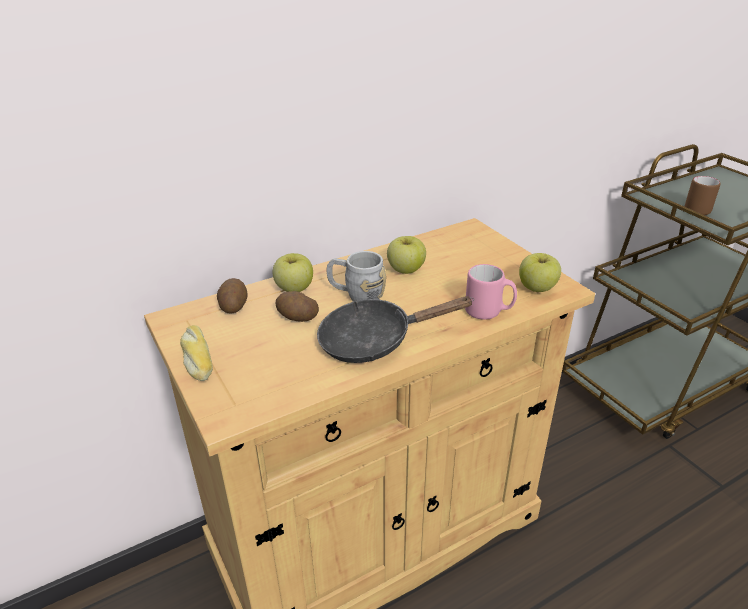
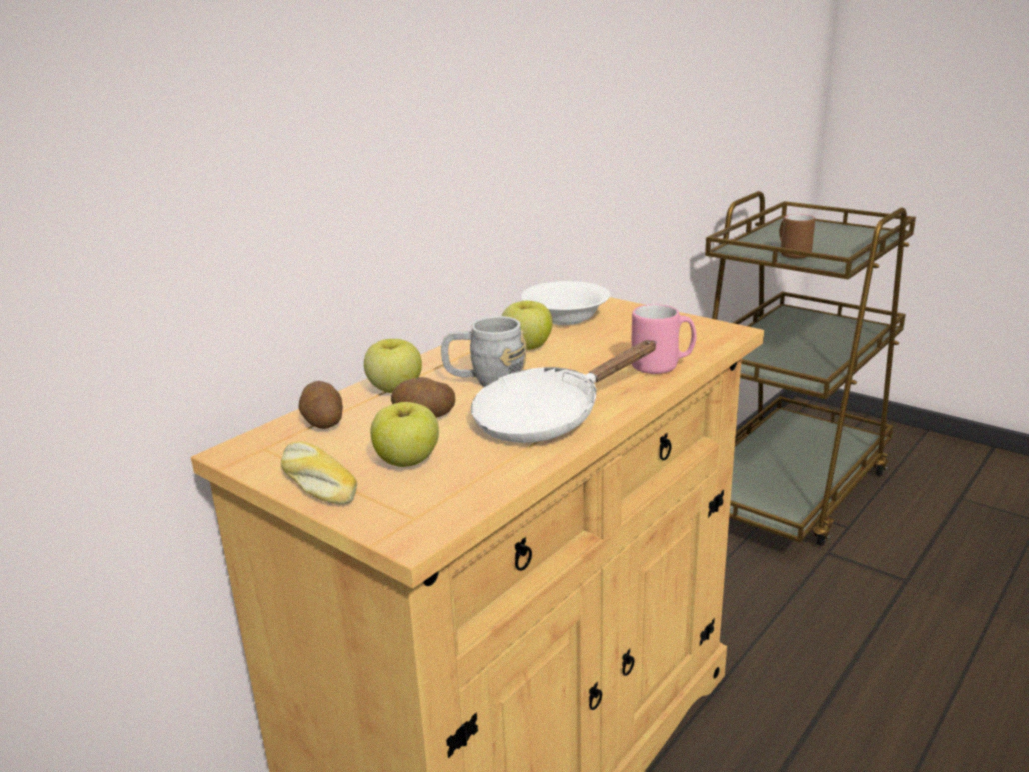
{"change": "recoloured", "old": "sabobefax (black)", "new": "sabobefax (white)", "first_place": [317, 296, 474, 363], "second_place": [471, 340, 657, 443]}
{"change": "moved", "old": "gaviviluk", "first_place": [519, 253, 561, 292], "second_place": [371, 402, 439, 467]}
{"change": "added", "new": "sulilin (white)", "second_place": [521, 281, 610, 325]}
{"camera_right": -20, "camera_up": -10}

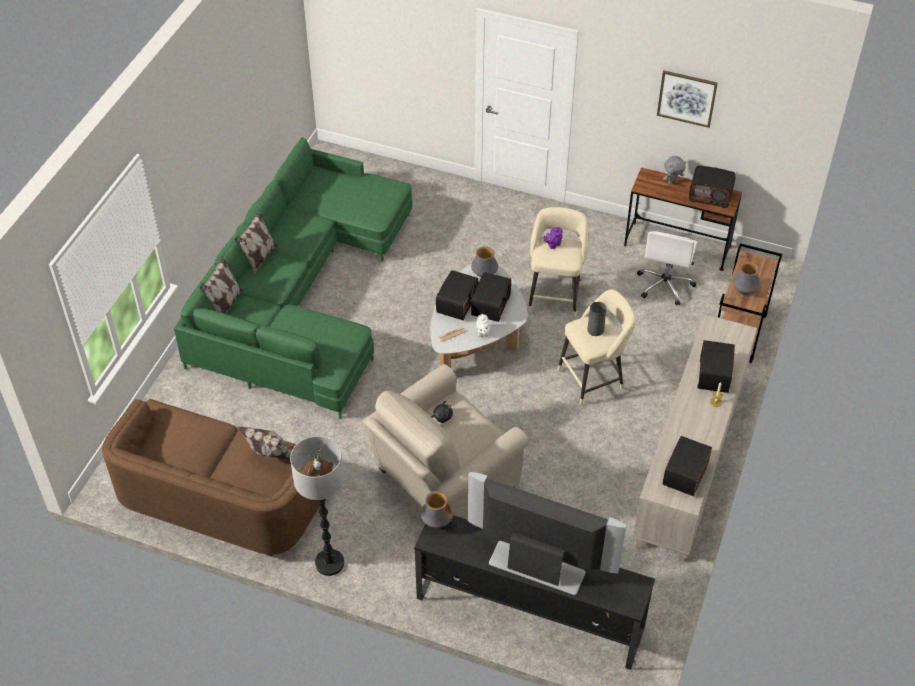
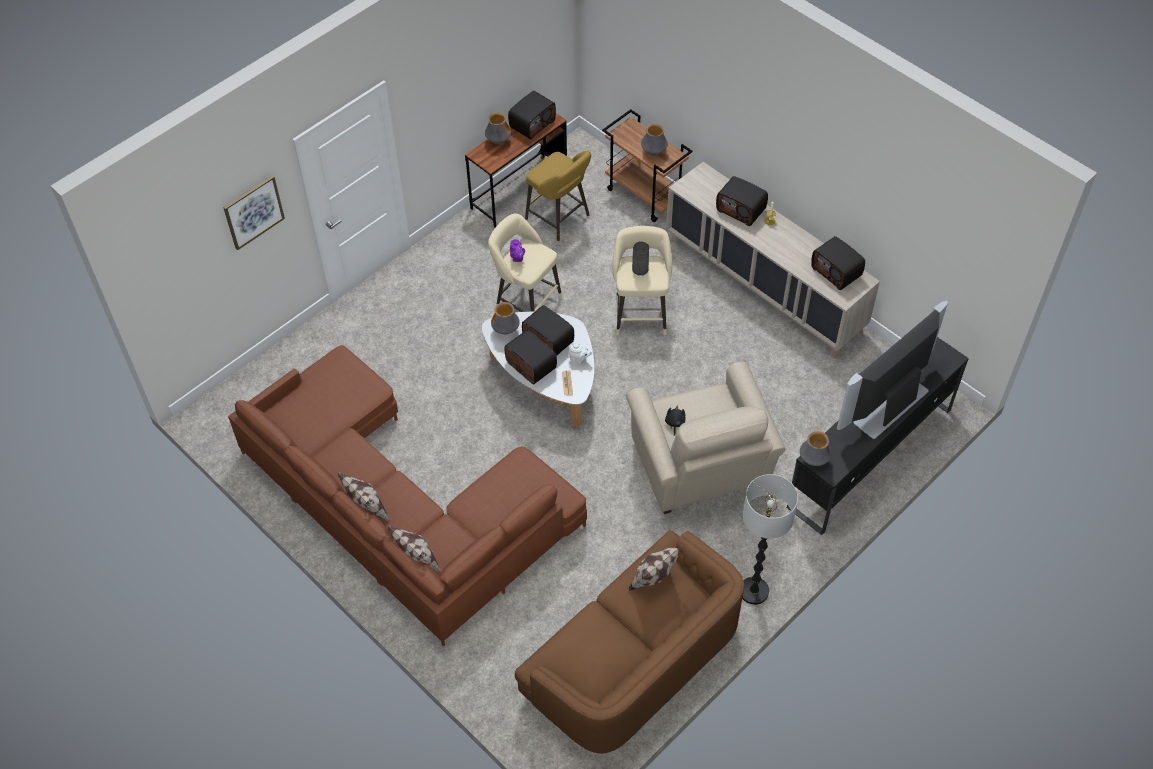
{"change": "recoloured", "old": "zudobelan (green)", "new": "zudobelan (brown)", "first_place": [174, 138, 412, 419], "second_place": [228, 345, 587, 647]}
{"change": "replaced", "old": "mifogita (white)", "new": "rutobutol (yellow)", "first_place": [637, 231, 697, 306], "second_place": [525, 151, 591, 241]}
{"change": "moved", "old": "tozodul", "first_place": [657, 71, 718, 128], "second_place": [223, 175, 285, 250]}
{"change": "replaced", "old": "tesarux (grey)", "new": "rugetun", "first_place": [663, 156, 686, 184], "second_place": [485, 112, 511, 145]}
{"camera_right": -65, "camera_up": 5}

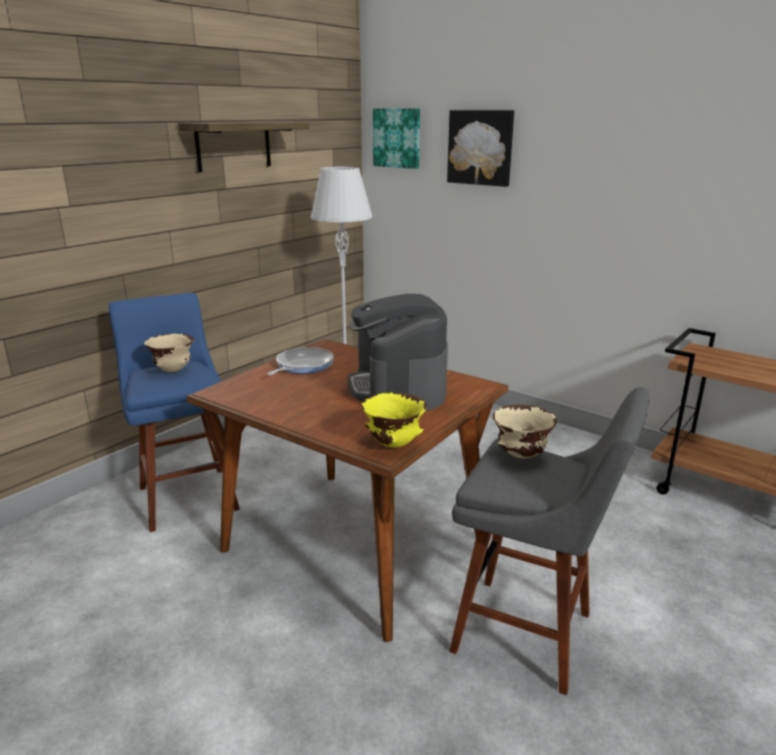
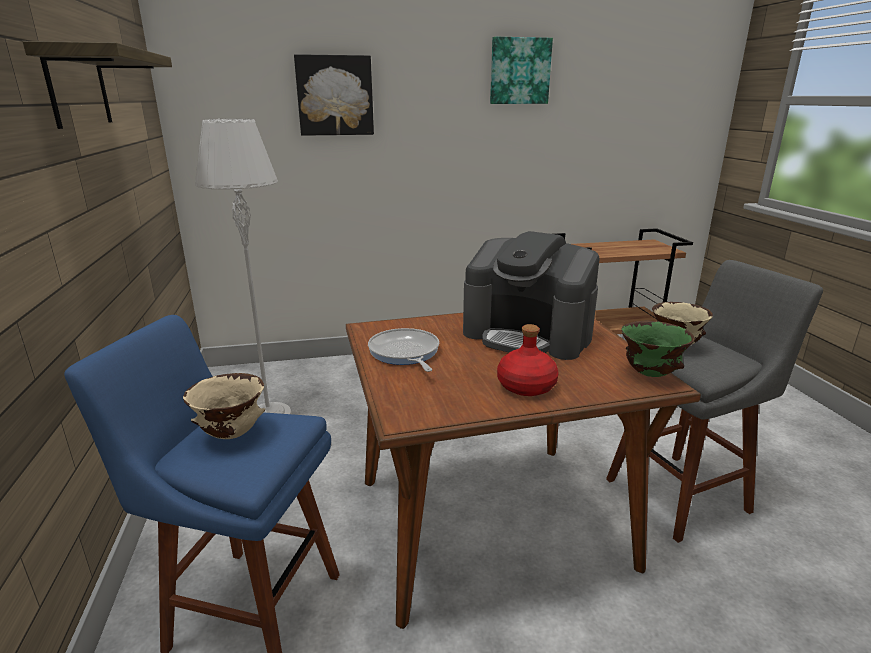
{"change": "recoloured", "old": "sulilin (yellow)", "new": "sulilin (green)", "first_place": [362, 392, 427, 448], "second_place": [621, 321, 695, 377]}
{"change": "moved", "old": "tozodul", "first_place": [373, 108, 420, 169], "second_place": [490, 37, 553, 104]}
{"change": "added", "new": "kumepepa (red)", "second_place": [497, 324, 559, 396]}
{"camera_right": -50, "camera_up": 0}

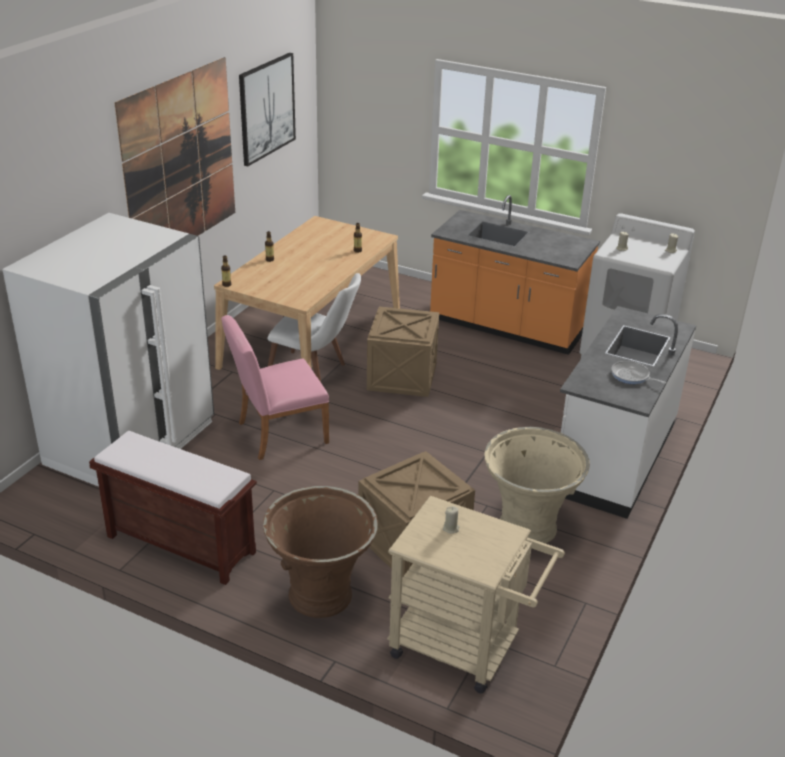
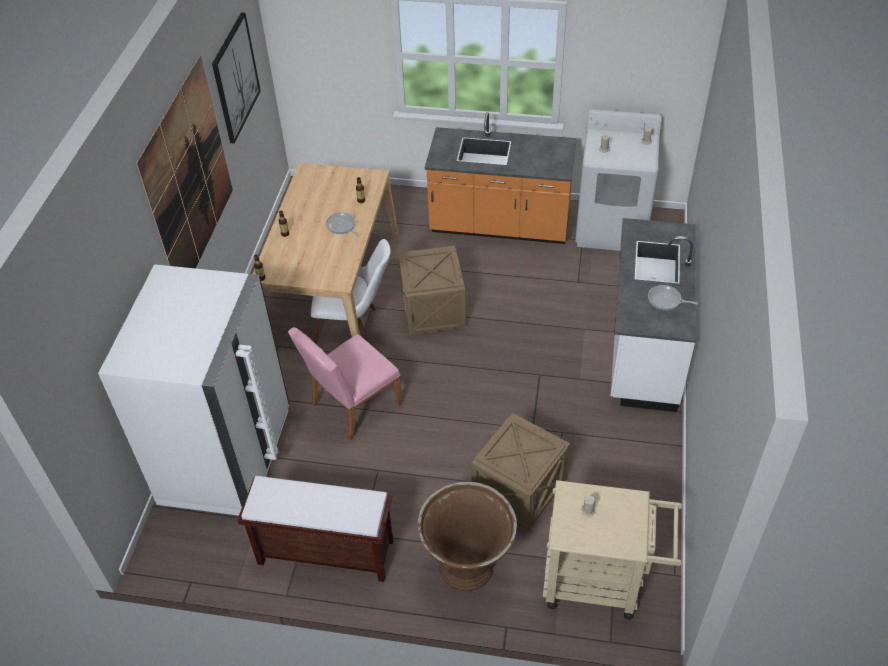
{"change": "removed", "old": "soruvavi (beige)", "first_place": [485, 427, 590, 544]}
{"change": "added", "new": "sabobefax", "second_place": [326, 212, 360, 237]}
{"camera_right": -15, "camera_up": 15}

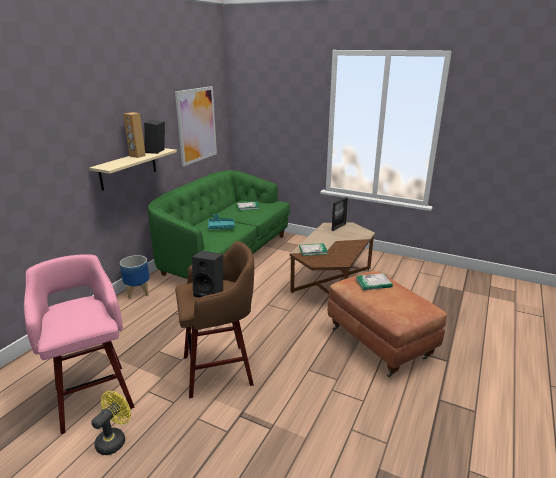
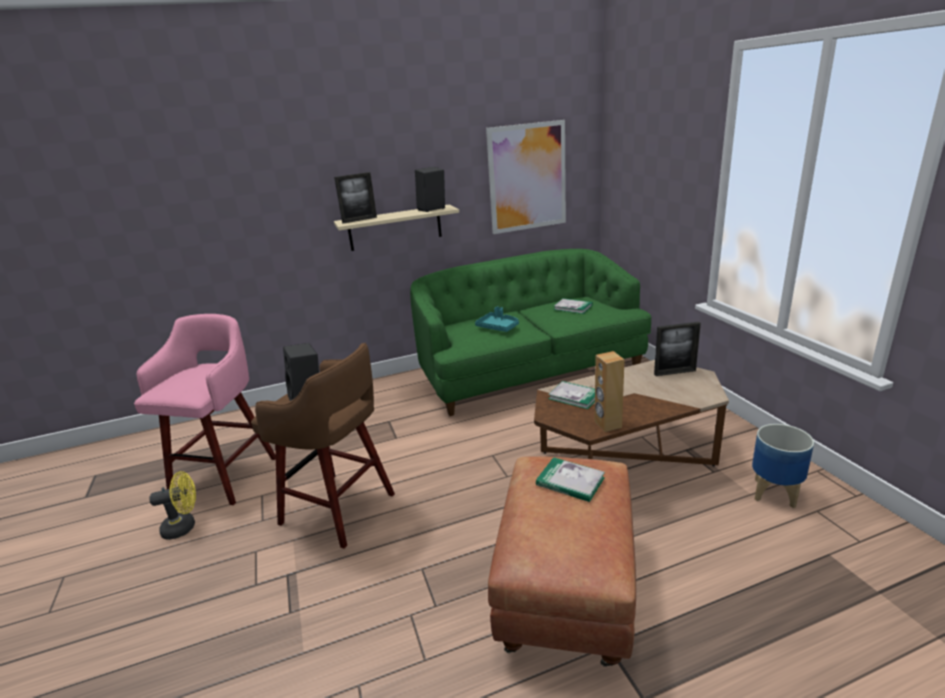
{"change": "moved", "old": "soruvavi", "first_place": [120, 255, 150, 299], "second_place": [752, 424, 814, 508]}
{"change": "moved", "old": "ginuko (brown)", "first_place": [123, 112, 146, 158], "second_place": [595, 351, 625, 432]}
{"change": "added", "new": "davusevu", "second_place": [334, 172, 377, 224]}
{"camera_right": 45, "camera_up": 0}

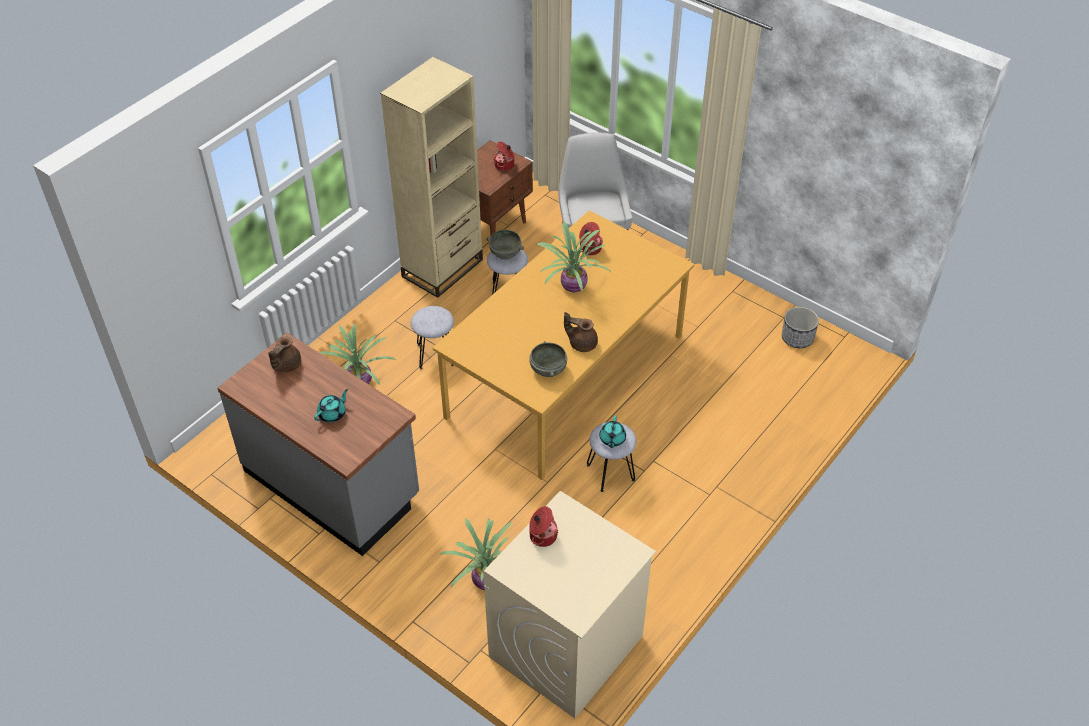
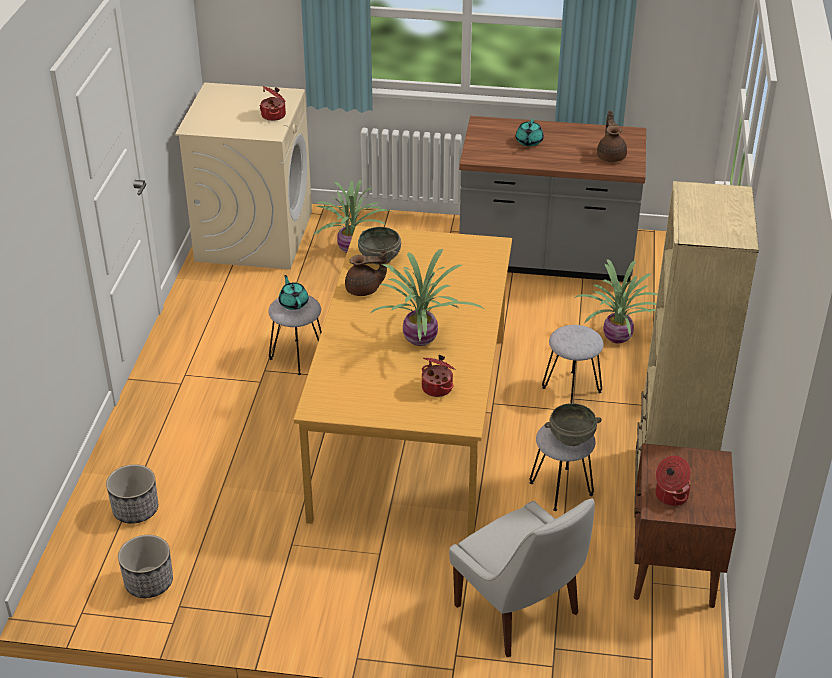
{"change": "added", "new": "soruvavi", "second_place": [106, 464, 158, 524]}
{"camera_right": 150, "camera_up": -10}

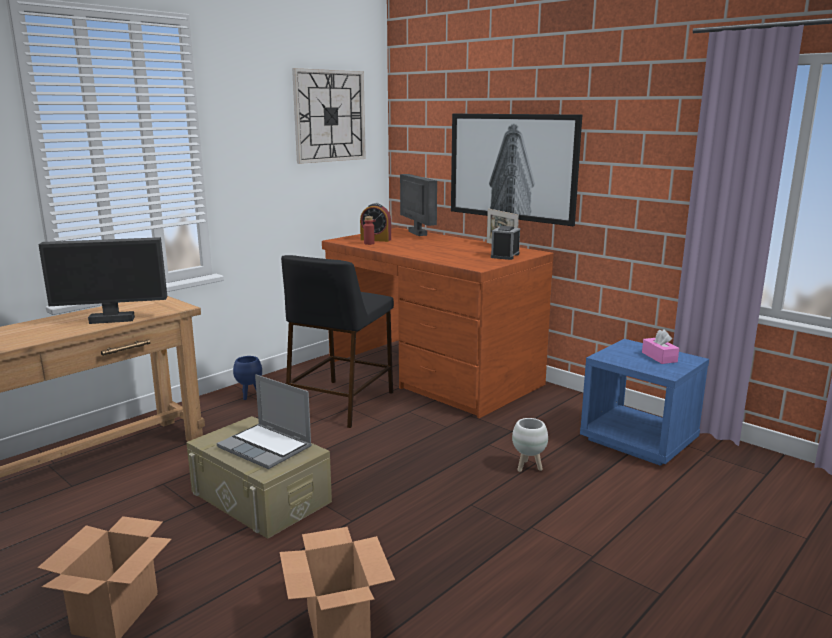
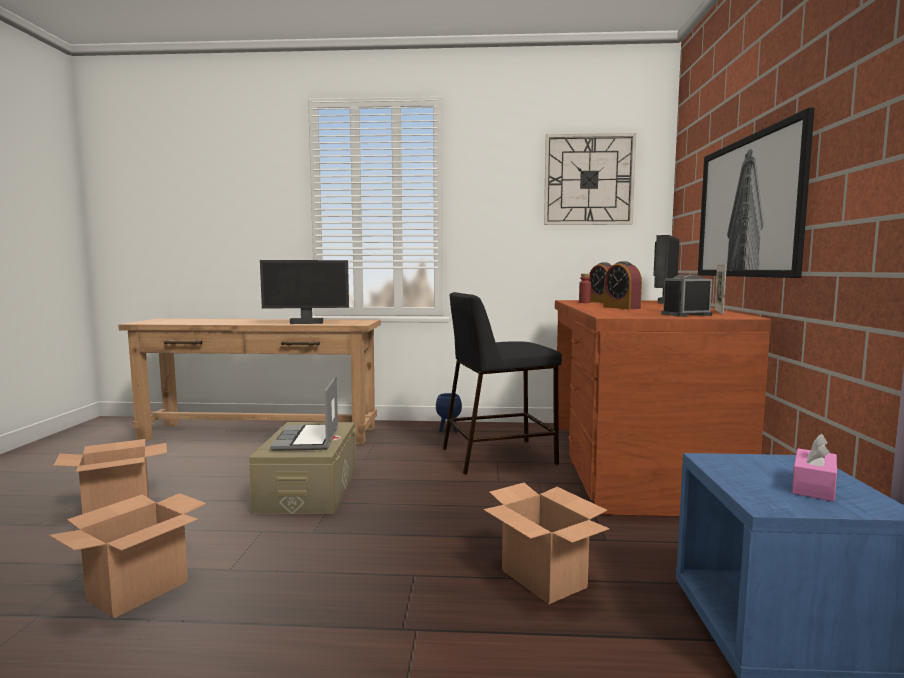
{"change": "turned", "old": "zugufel", "first_place": [38, 237, 167, 324], "second_place": [260, 260, 349, 324], "degrees": -45}
{"change": "replaced", "old": "soruvavi (white)", "new": "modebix", "first_place": [512, 418, 548, 472], "second_place": [483, 483, 610, 604]}
{"change": "added", "new": "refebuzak", "second_place": [603, 261, 642, 309]}
{"camera_right": 50, "camera_up": -10}

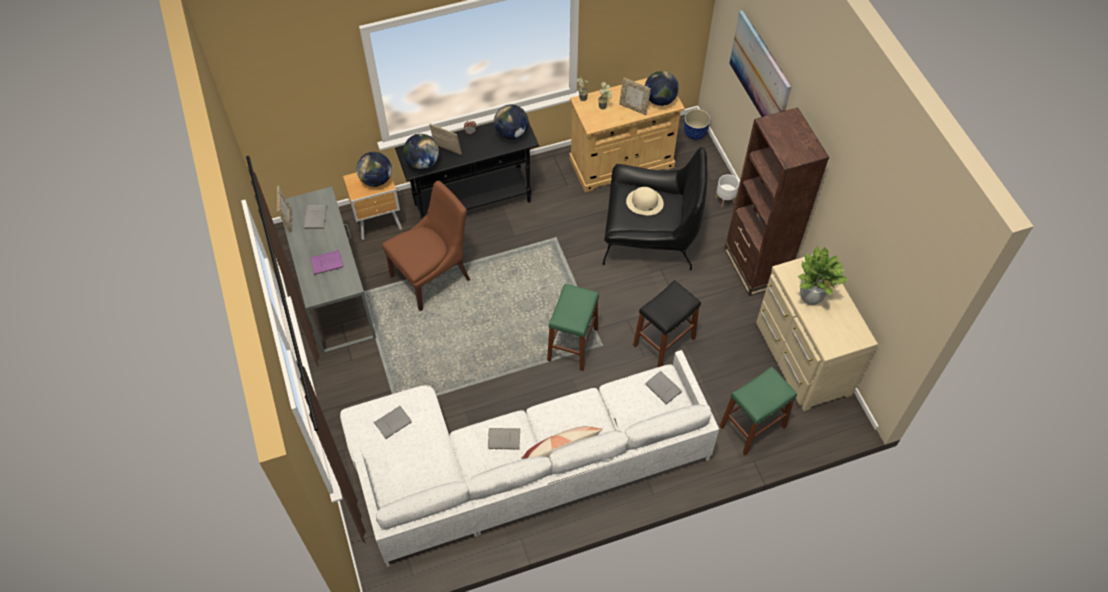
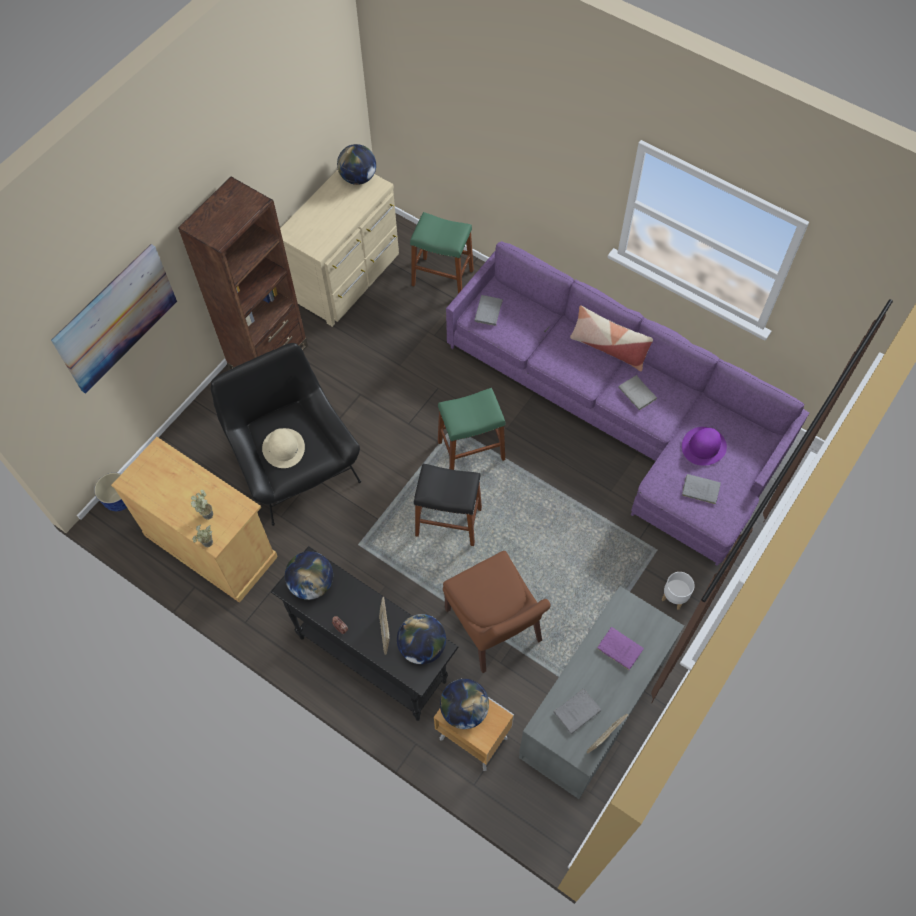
{"change": "recoloured", "old": "zudobelan (white)", "new": "zudobelan (purple)", "first_place": [340, 350, 719, 567], "second_place": [446, 241, 809, 566]}
{"change": "turned", "old": "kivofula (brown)", "first_place": [382, 181, 470, 311], "second_place": [443, 551, 551, 673], "degrees": -135}
{"change": "removed", "old": "davusevu", "first_place": [619, 77, 651, 115]}
{"change": "moved", "old": "rutobutol (black)", "first_place": [633, 280, 701, 367], "second_place": [414, 464, 482, 546]}
{"change": "moved", "old": "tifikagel", "first_place": [645, 71, 679, 106], "second_place": [337, 144, 376, 185]}
{"change": "moved", "old": "soruvavi (white)", "first_place": [715, 174, 739, 208], "second_place": [662, 572, 695, 610]}
{"change": "removed", "old": "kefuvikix", "first_place": [798, 247, 848, 305]}
{"change": "added", "new": "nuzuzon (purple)", "second_place": [682, 427, 727, 466]}
{"camera_right": -125, "camera_up": 5}

